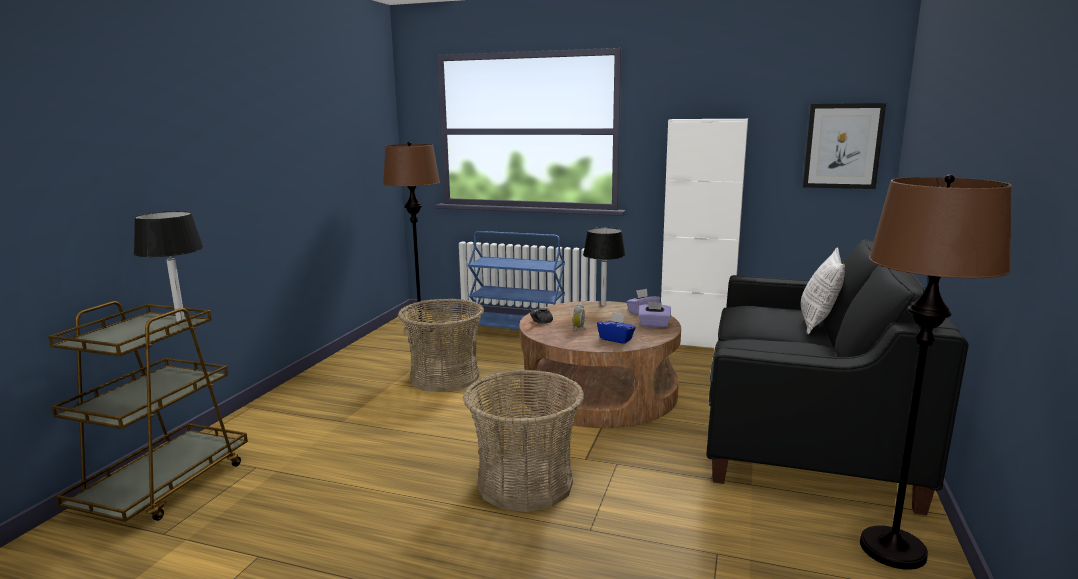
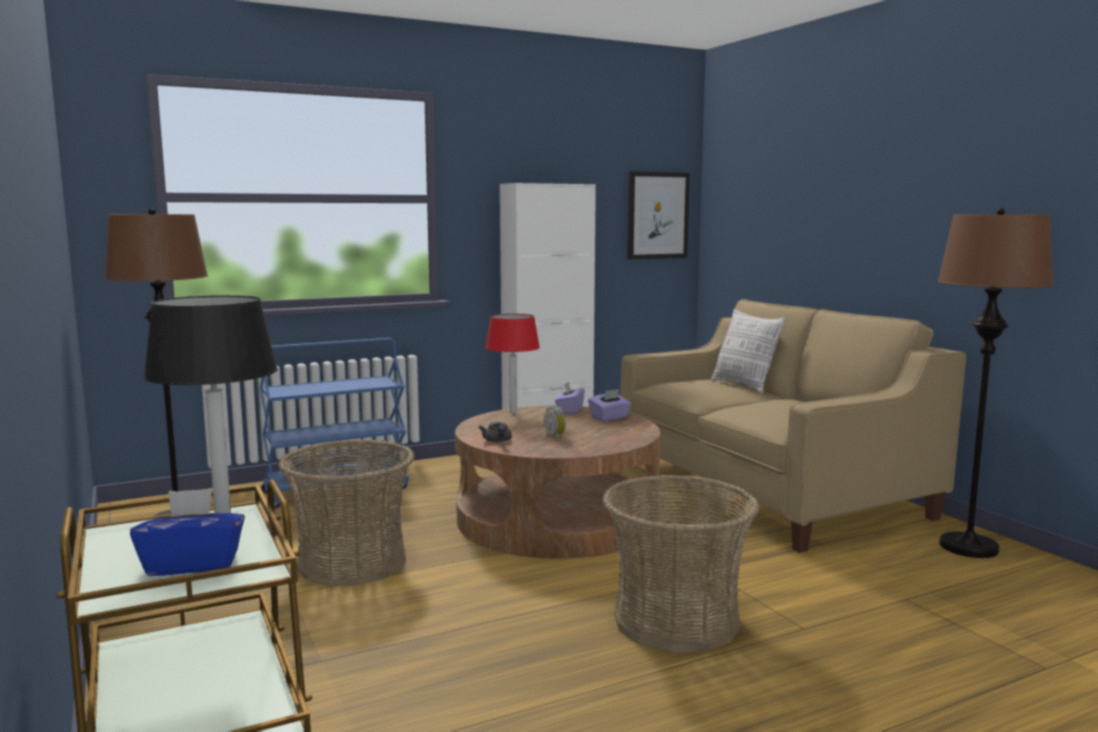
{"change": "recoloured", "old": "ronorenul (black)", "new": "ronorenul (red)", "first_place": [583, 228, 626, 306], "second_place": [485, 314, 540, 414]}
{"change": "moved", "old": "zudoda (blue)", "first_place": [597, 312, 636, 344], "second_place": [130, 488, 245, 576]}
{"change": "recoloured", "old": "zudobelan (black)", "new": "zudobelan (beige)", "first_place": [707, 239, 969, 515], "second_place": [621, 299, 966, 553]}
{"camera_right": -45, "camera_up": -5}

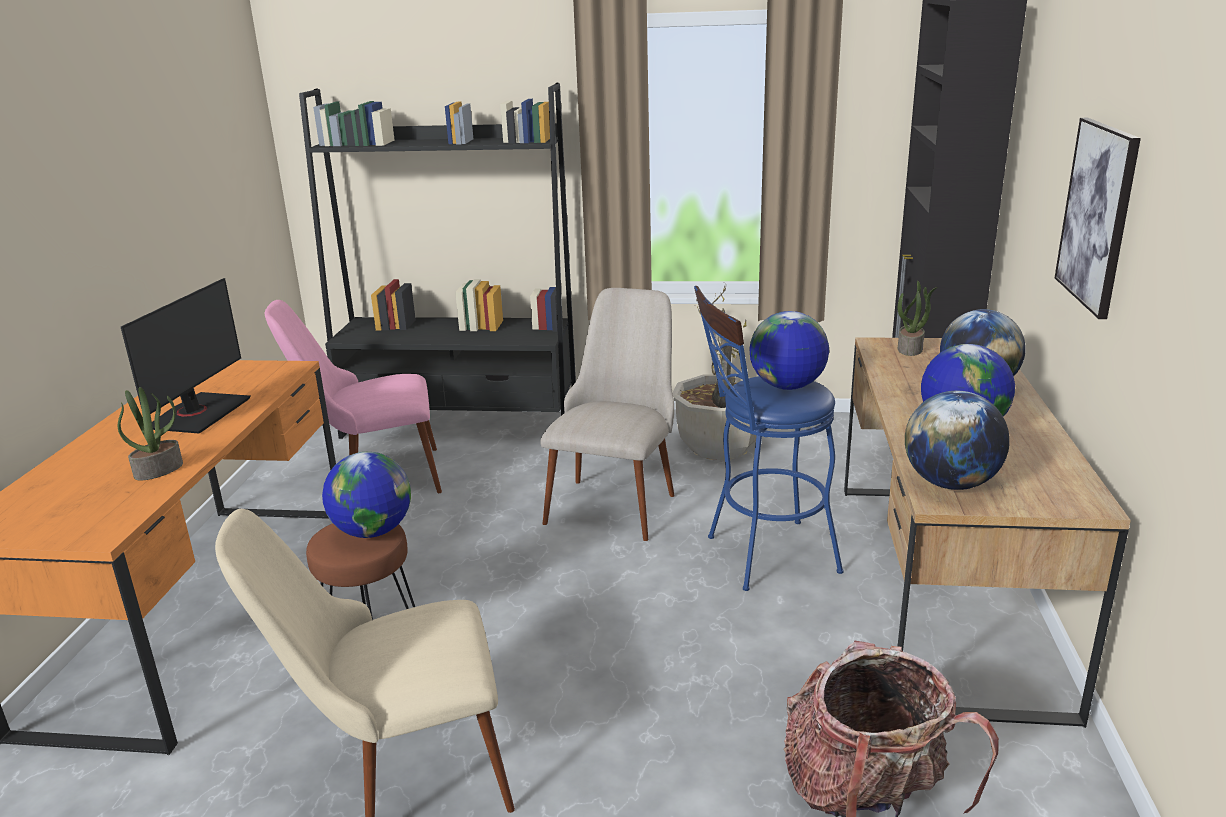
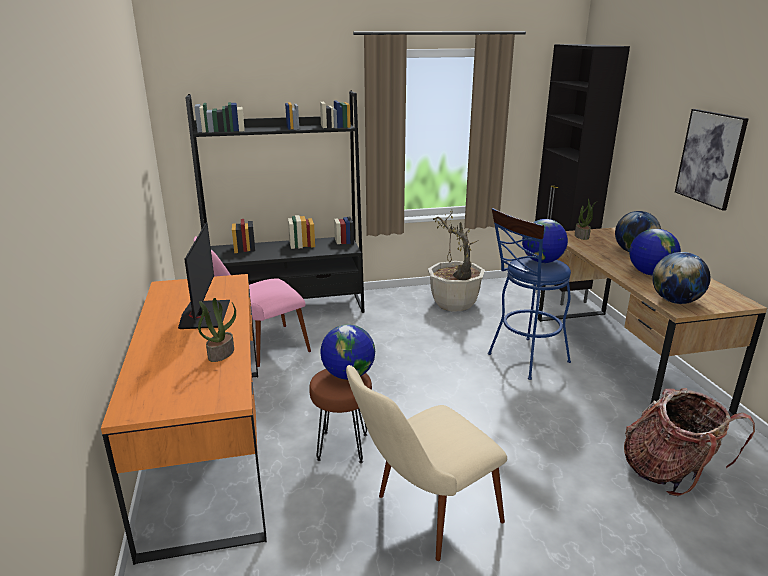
{"change": "removed", "old": "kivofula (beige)", "first_place": [540, 288, 674, 541]}
{"camera_right": -20, "camera_up": 0}

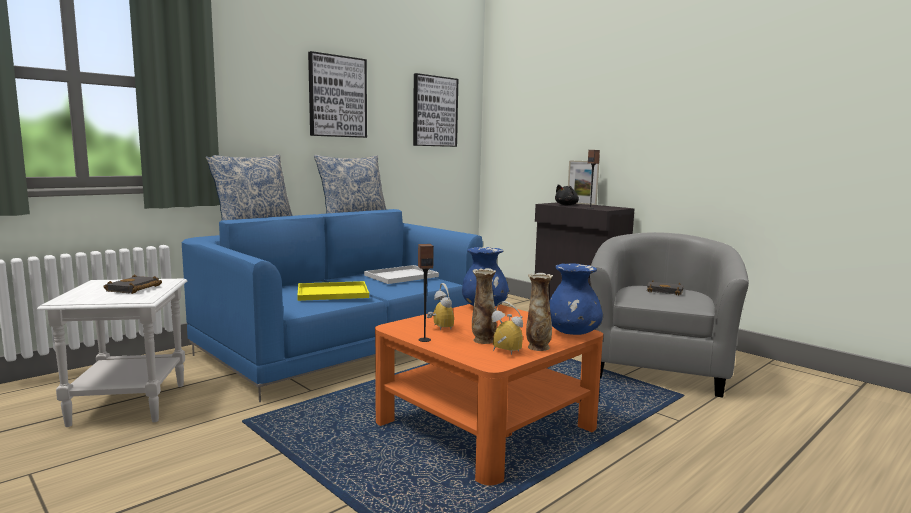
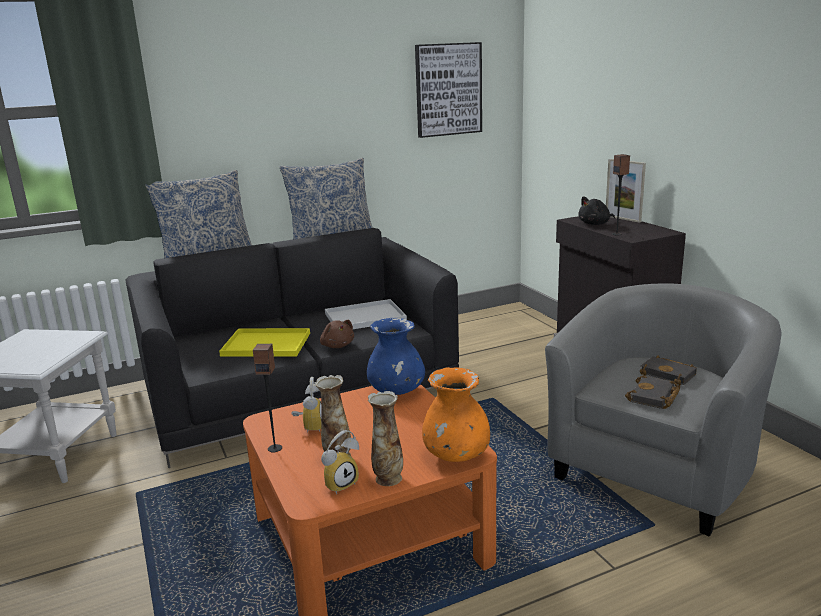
{"change": "moved", "old": "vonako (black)", "first_place": [103, 275, 162, 294], "second_place": [625, 375, 680, 409]}
{"change": "recoloured", "old": "zudobelan (blue)", "new": "zudobelan (black)", "first_place": [182, 209, 483, 402], "second_place": [125, 228, 459, 468]}
{"change": "removed", "old": "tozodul", "first_place": [308, 51, 367, 138]}
{"change": "turned", "old": "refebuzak", "first_place": [491, 301, 523, 355], "second_place": [321, 430, 359, 494], "degrees": 90}
{"change": "recoloured", "old": "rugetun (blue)", "new": "rugetun (orange)", "first_place": [549, 264, 603, 335], "second_place": [422, 367, 490, 462]}
{"change": "added", "new": "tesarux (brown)", "second_place": [320, 320, 354, 348]}
{"camera_right": 20, "camera_up": 10}

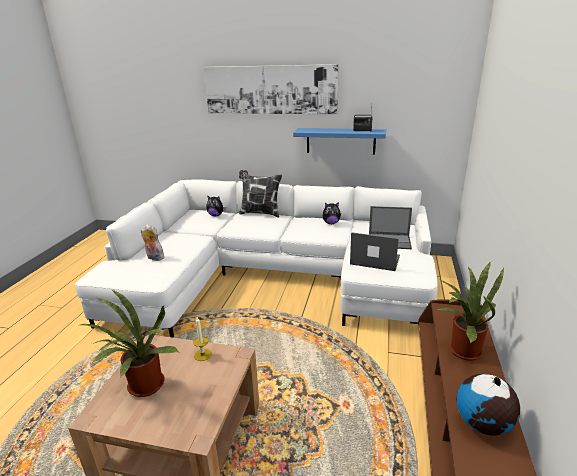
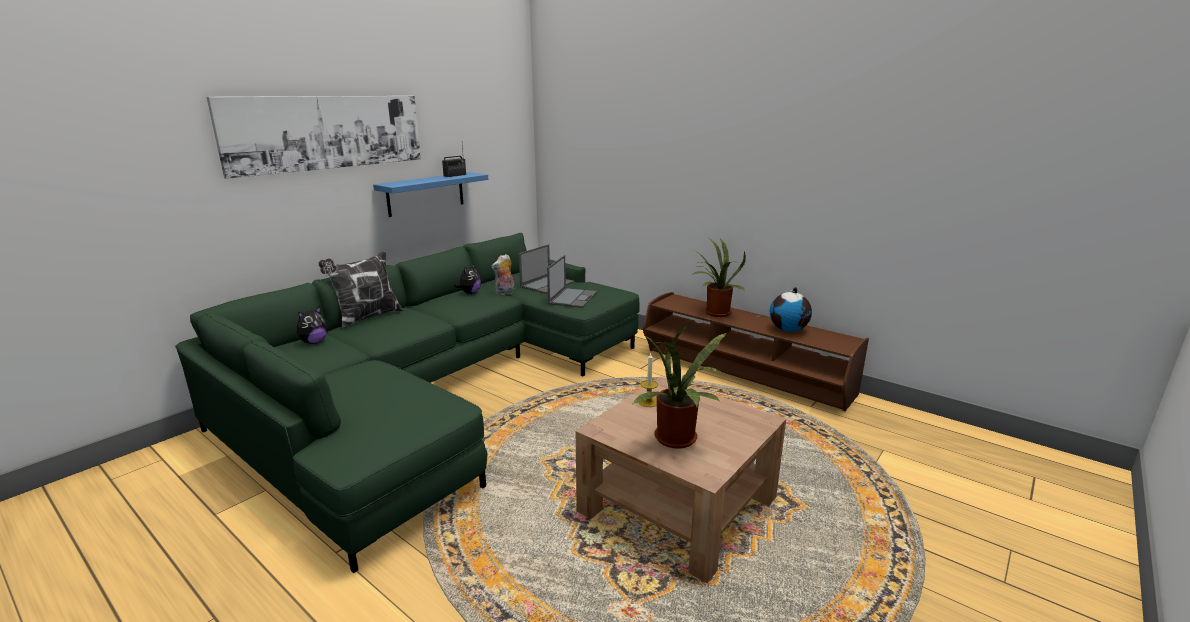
{"change": "recoloured", "old": "zudobelan (white)", "new": "zudobelan (green)", "first_place": [75, 179, 438, 338], "second_place": [175, 233, 640, 573]}
{"change": "moved", "old": "tesarux", "first_place": [140, 225, 164, 261], "second_place": [491, 254, 515, 295]}
{"change": "turned", "old": "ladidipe", "first_place": [350, 232, 400, 271], "second_place": [547, 255, 597, 308], "degrees": 150}
{"camera_right": -65, "camera_up": -5}

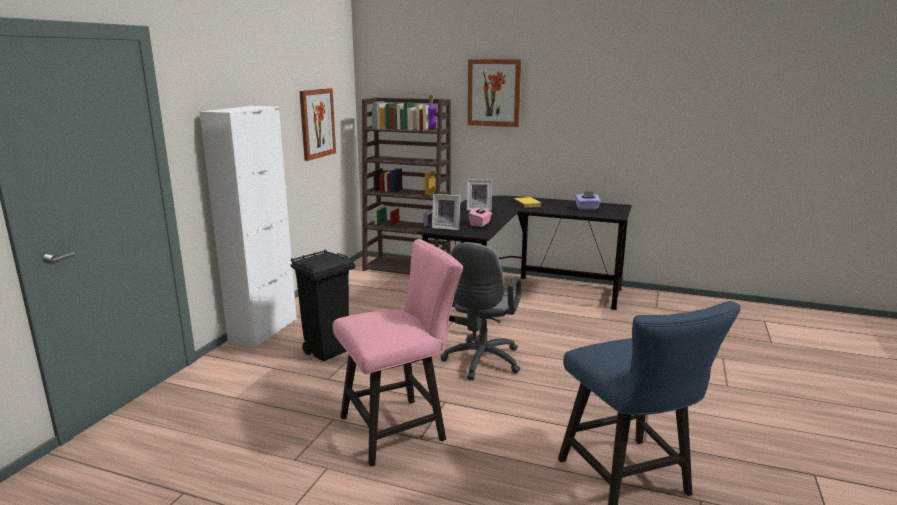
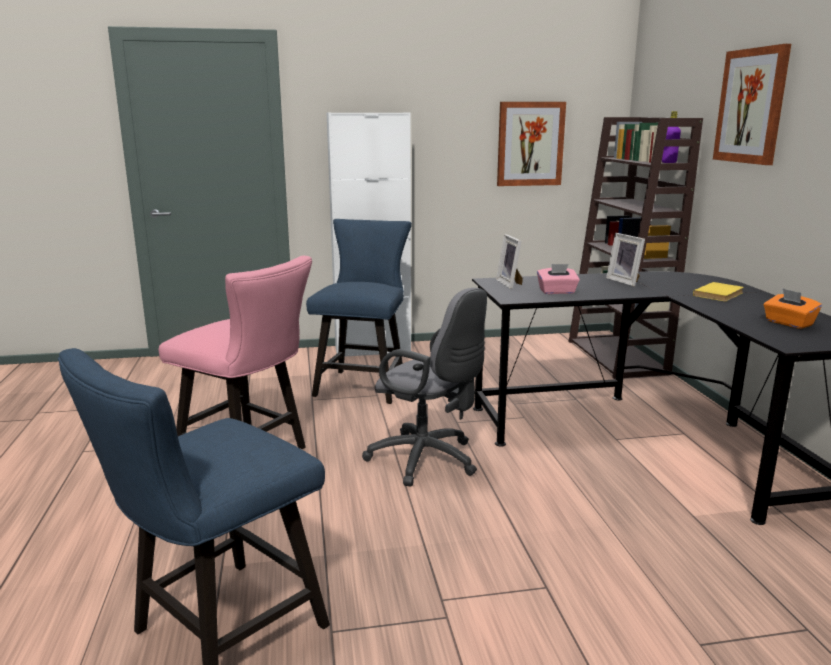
{"change": "replaced", "old": "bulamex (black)", "new": "kivofula (blue)", "first_place": [291, 249, 355, 361], "second_place": [306, 219, 412, 404]}
{"change": "turned", "old": "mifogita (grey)", "first_place": [440, 242, 522, 380], "second_place": [362, 288, 487, 487], "degrees": -135}
{"change": "recoloured", "old": "zudoda (purple)", "new": "zudoda (orange)", "first_place": [575, 191, 601, 210], "second_place": [764, 289, 822, 329]}
{"camera_right": 60, "camera_up": 0}

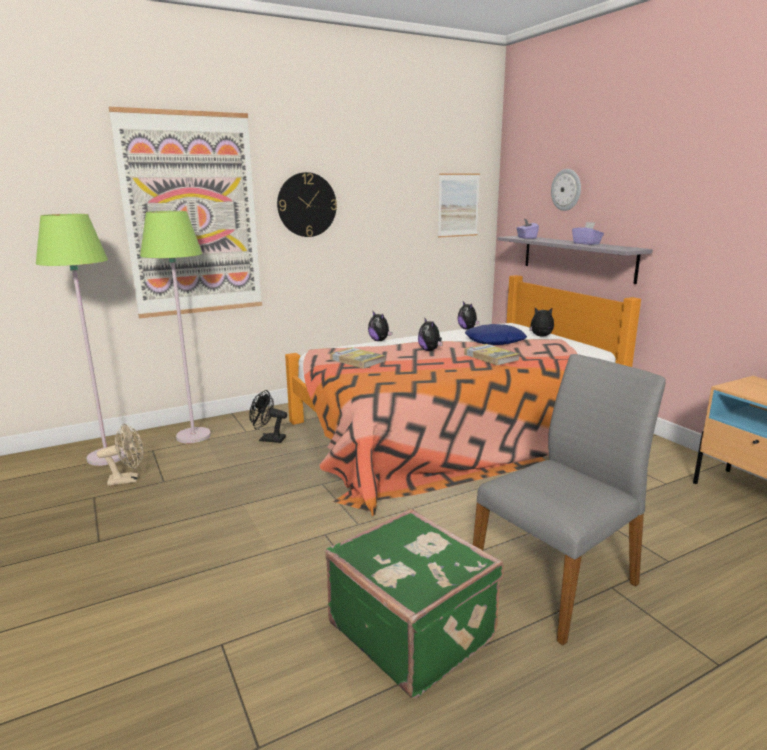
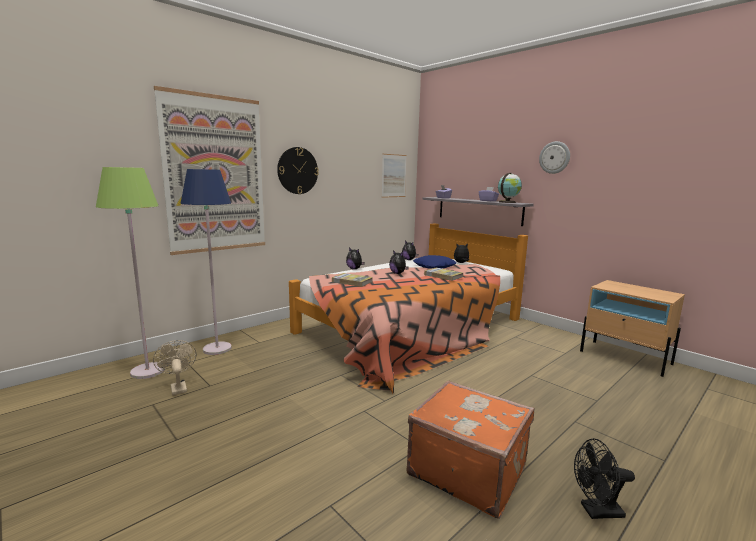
{"change": "turned", "old": "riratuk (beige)", "first_place": [97, 424, 144, 486], "second_place": [153, 340, 196, 395], "degrees": -90}
{"change": "recoloured", "old": "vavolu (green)", "new": "vavolu (blue)", "first_place": [140, 211, 211, 443], "second_place": [180, 169, 232, 355]}
{"change": "moved", "old": "riratuk (black)", "first_place": [249, 390, 287, 443], "second_place": [574, 438, 635, 519]}
{"change": "recoloured", "old": "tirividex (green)", "new": "tirividex (orange)", "first_place": [326, 509, 504, 699], "second_place": [406, 380, 534, 519]}
{"change": "removed", "old": "kivofula (grey)", "first_place": [473, 354, 666, 646]}
{"change": "moved", "old": "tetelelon", "first_place": [551, 169, 581, 211], "second_place": [539, 141, 570, 174]}
{"change": "added", "new": "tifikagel", "second_place": [498, 173, 522, 203]}
{"camera_right": -15, "camera_up": -5}

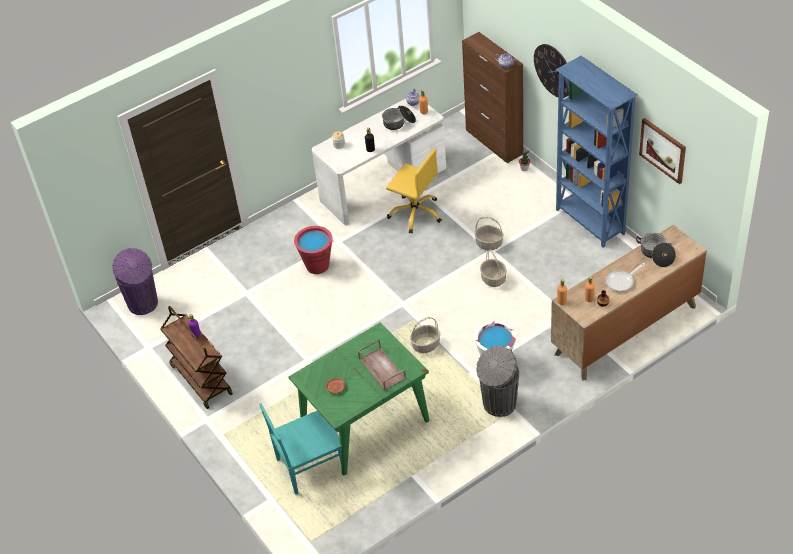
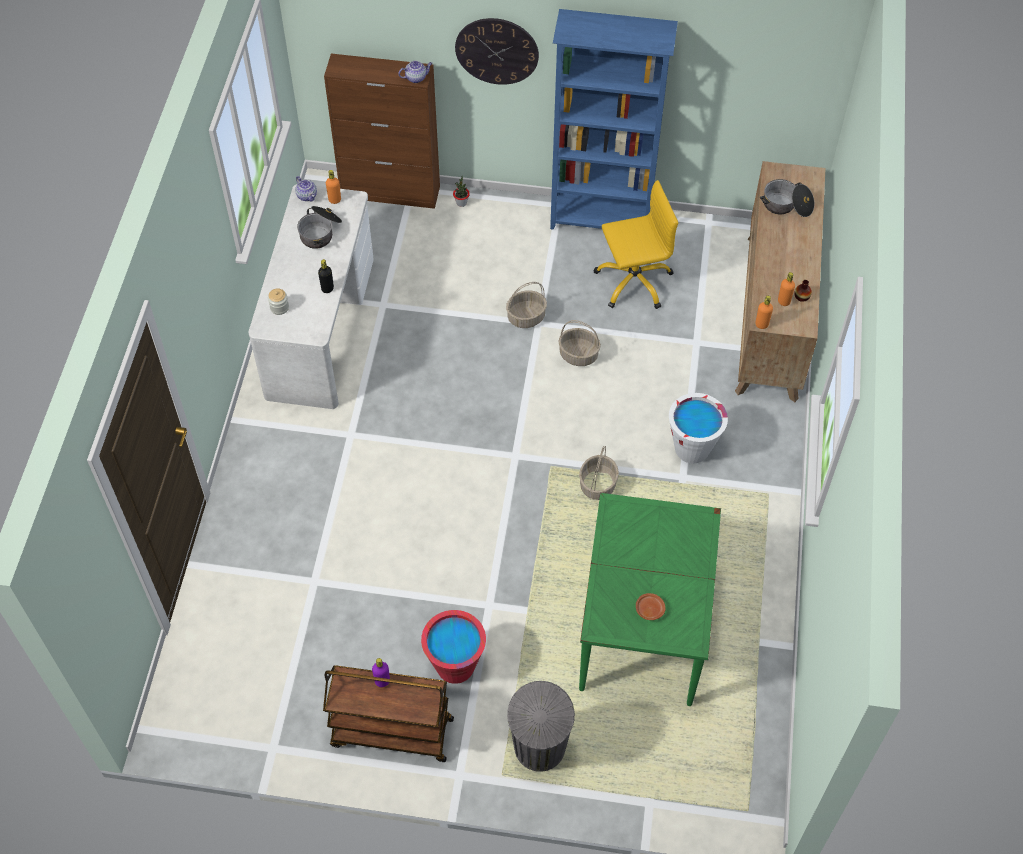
{"change": "removed", "old": "bulamex (purple)", "first_place": [112, 248, 158, 315]}
{"change": "removed", "old": "kivofula (turquoise)", "first_place": [259, 403, 342, 495]}
{"change": "moved", "old": "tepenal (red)", "first_place": [294, 226, 332, 274], "second_place": [421, 610, 486, 684]}
{"change": "removed", "old": "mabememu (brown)", "first_place": [358, 340, 406, 391]}
{"change": "moved", "old": "mifogita (yellow)", "first_place": [386, 149, 442, 233], "second_place": [594, 180, 678, 309]}
{"change": "moved", "old": "bulamex (grey)", "first_place": [476, 346, 520, 417], "second_place": [507, 681, 575, 772]}
{"change": "removed", "old": "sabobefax", "first_place": [606, 263, 645, 292]}
{"change": "removed", "old": "tozodul", "first_place": [639, 118, 686, 184]}
{"camera_right": -50, "camera_up": 10}

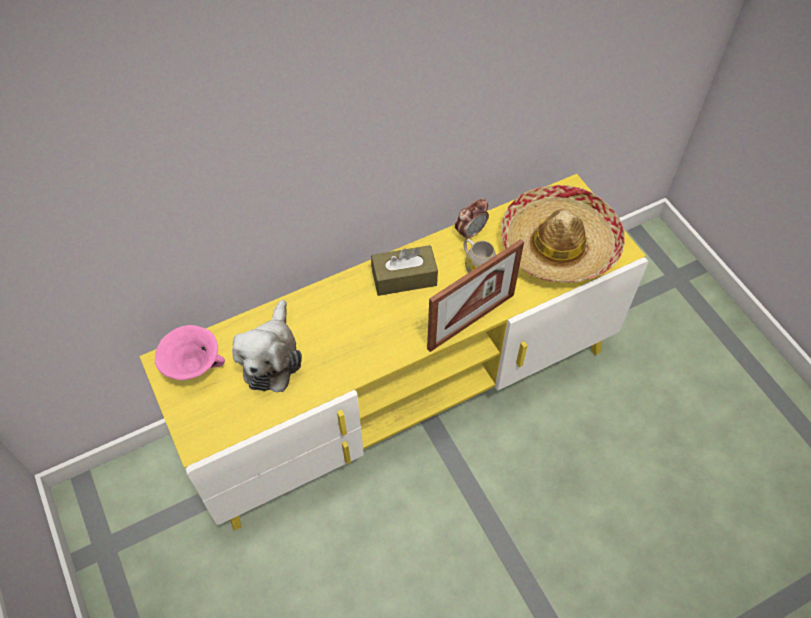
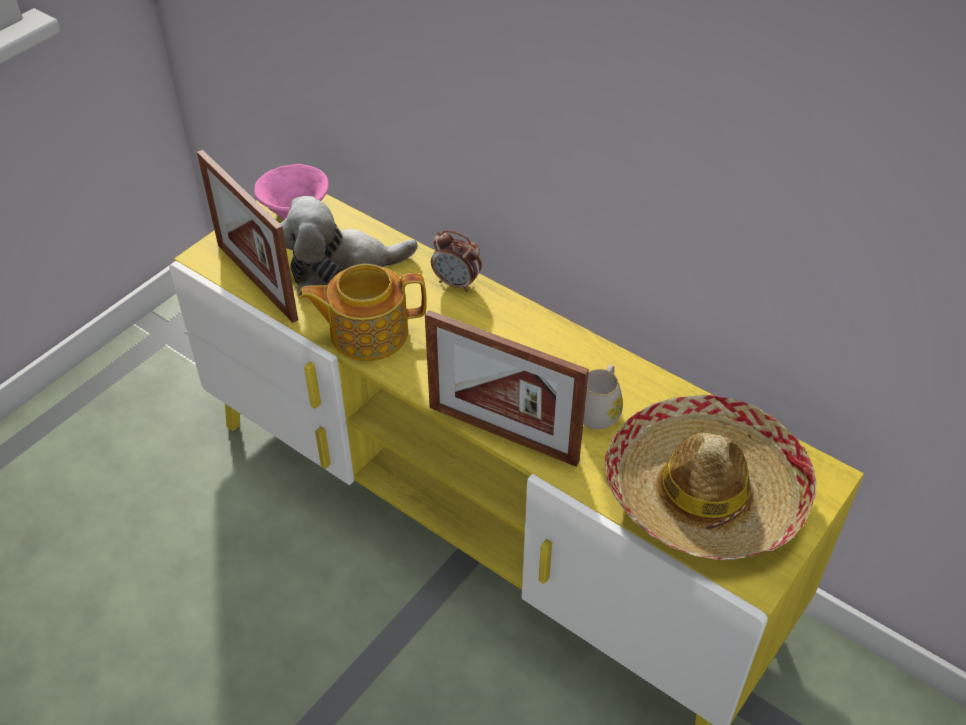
{"change": "removed", "old": "zudoda (brown)", "first_place": [371, 245, 438, 296]}
{"change": "moved", "old": "refebuzak", "first_place": [455, 198, 489, 240], "second_place": [431, 230, 482, 292]}
{"change": "added", "new": "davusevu", "second_place": [197, 150, 298, 323]}
{"change": "added", "new": "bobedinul", "second_place": [298, 264, 427, 361]}
{"camera_right": 65, "camera_up": -10}

